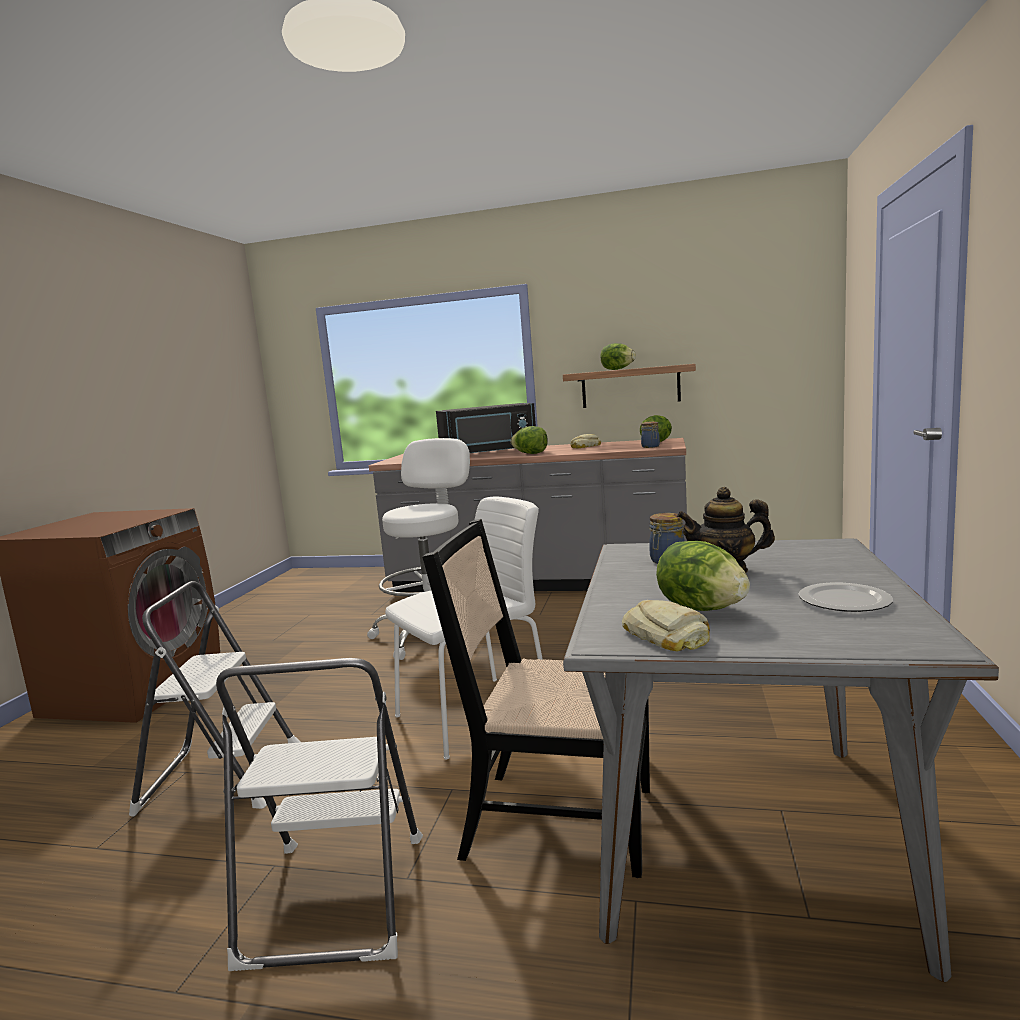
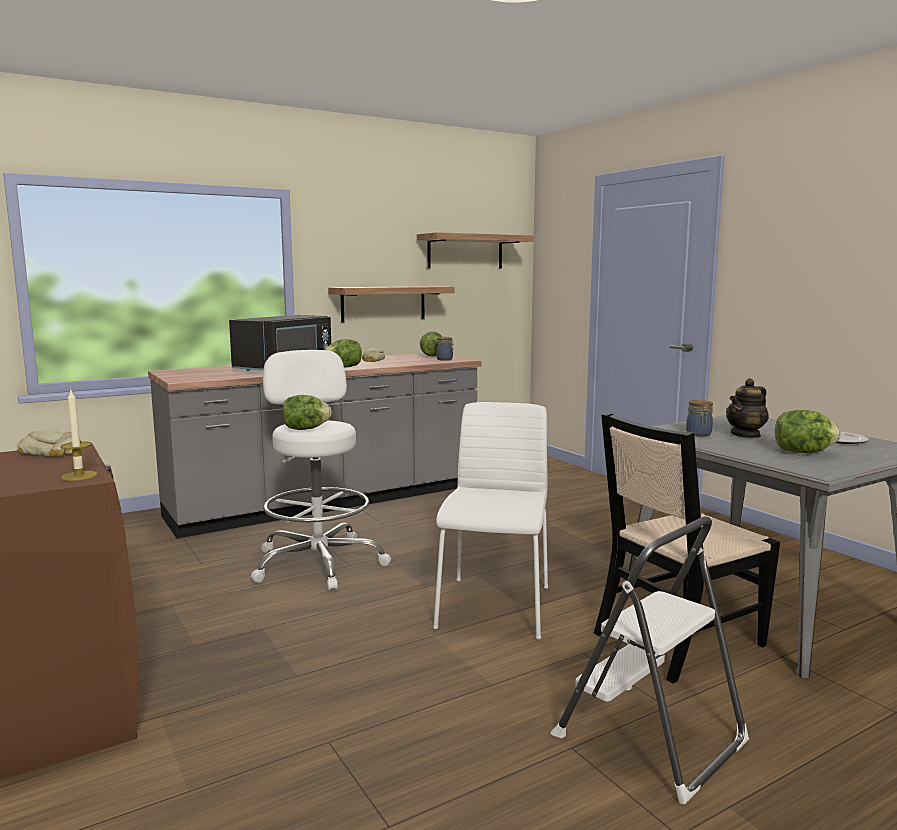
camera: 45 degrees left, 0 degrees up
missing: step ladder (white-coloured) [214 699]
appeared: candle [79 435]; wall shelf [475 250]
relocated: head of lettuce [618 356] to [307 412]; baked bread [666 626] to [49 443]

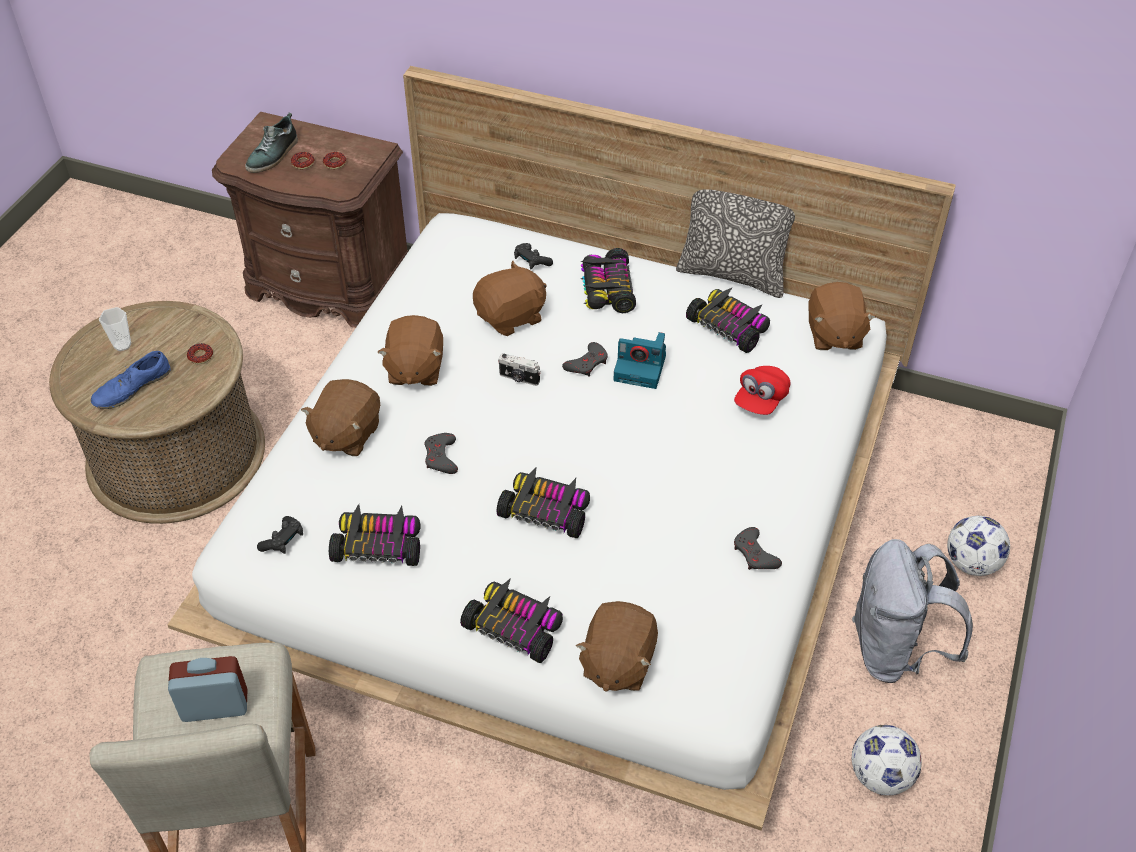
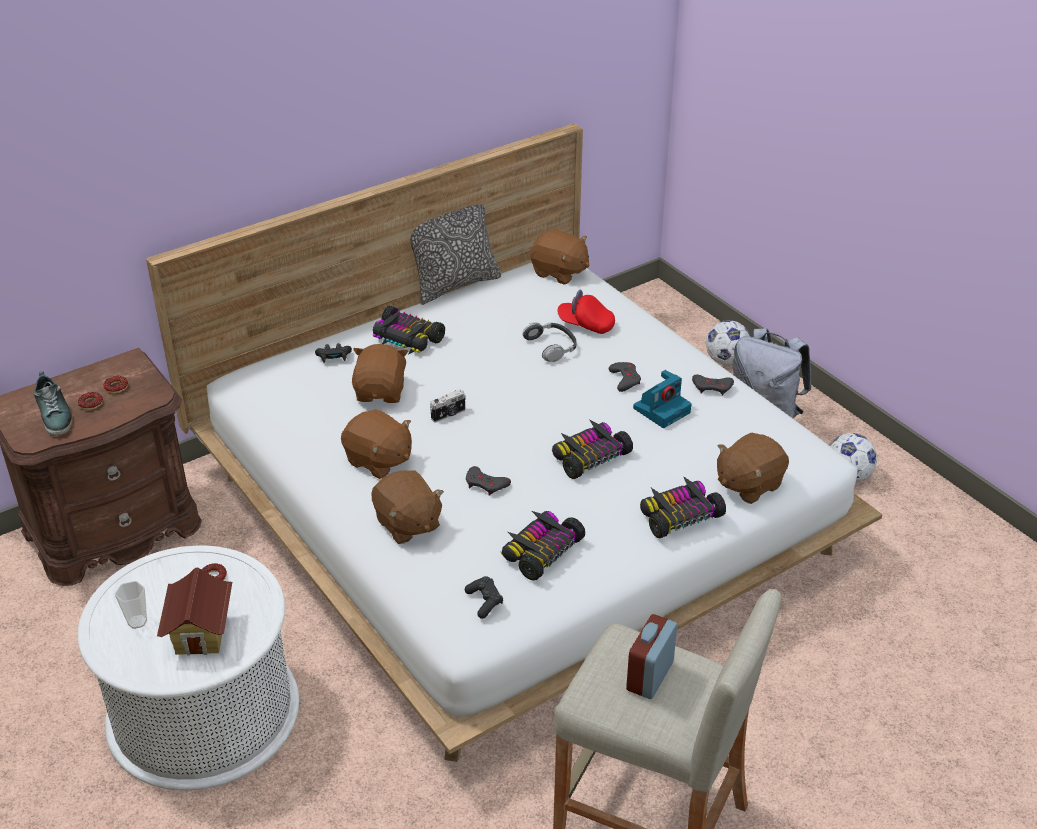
camera: 55 degrees left, 10 degrees down
missing: miniature car [728 320]
appeared: headphones [549 342]
relocated: game controller (greyish) [585 359] to [625 377]; photo camera [640 360] to [662 399]
exchanged: low shoe (blue) [131 380] to toy house [194 611]
colour: lounge table (brown-coloured) [157 412] to lounge table (white-coloured) [188 668]
spun: cuddly toy (brown-coloured) [617 646] = [753 468] 90 degrees clockwise; peaked cap (red) [762 390] = [586 312] 135 degrees clockwise

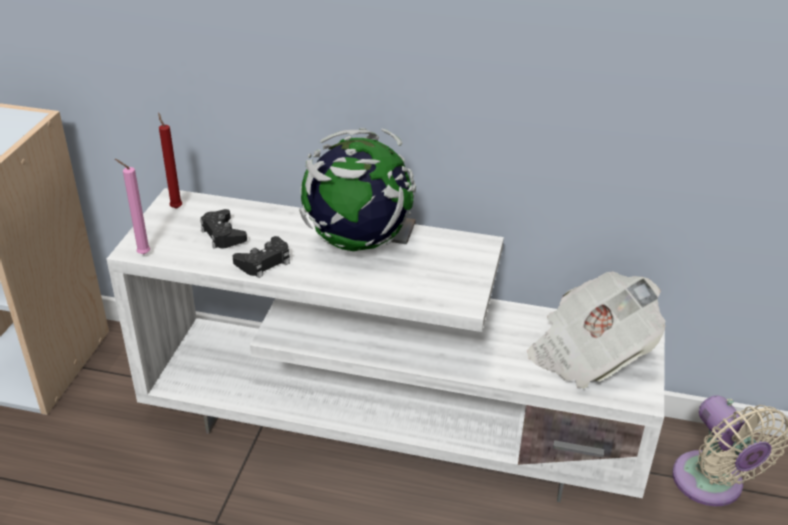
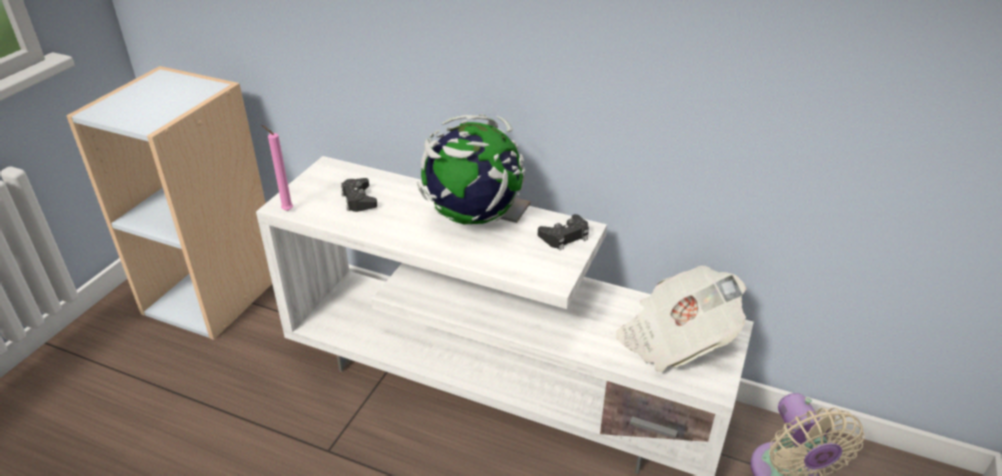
camera: 10 degrees right, 0 degrees up
missing: candle (red) [170 161]
relocated: game controller (blackish) [261 257] to [563 232]

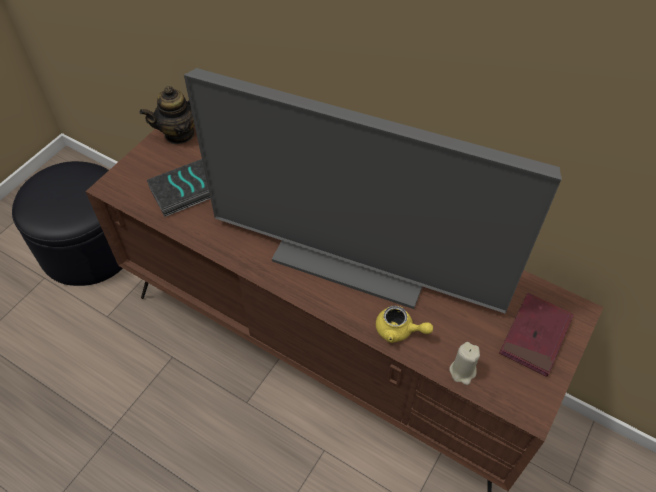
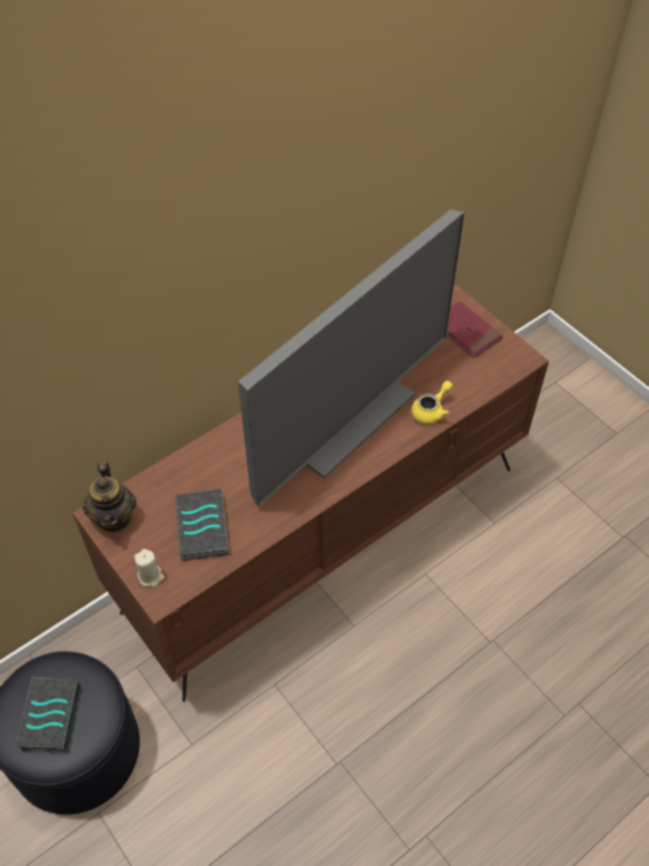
camera: 70 degrees left, 0 degrees up
appeared: bound book [47 714]
relocated: candle (beige) [464 363] to [149 568]

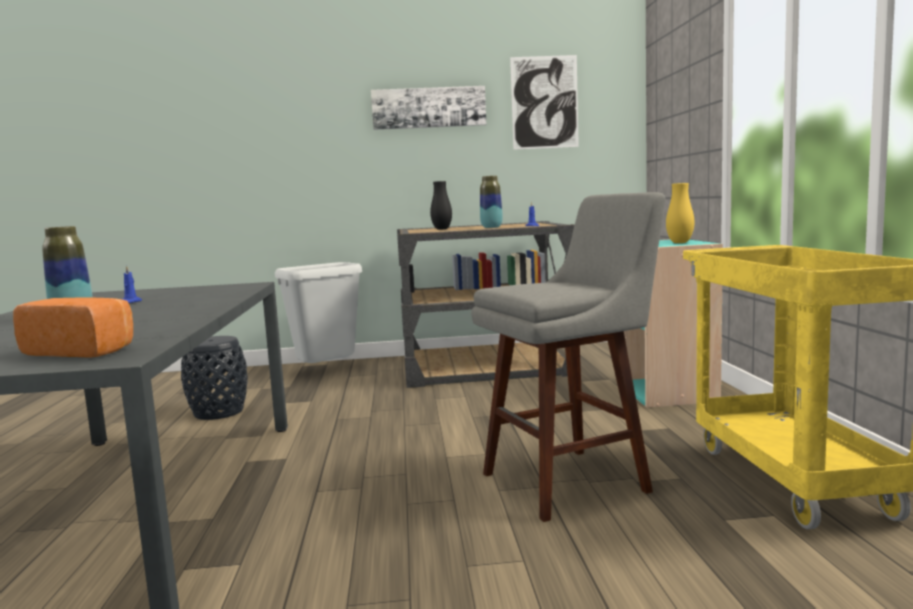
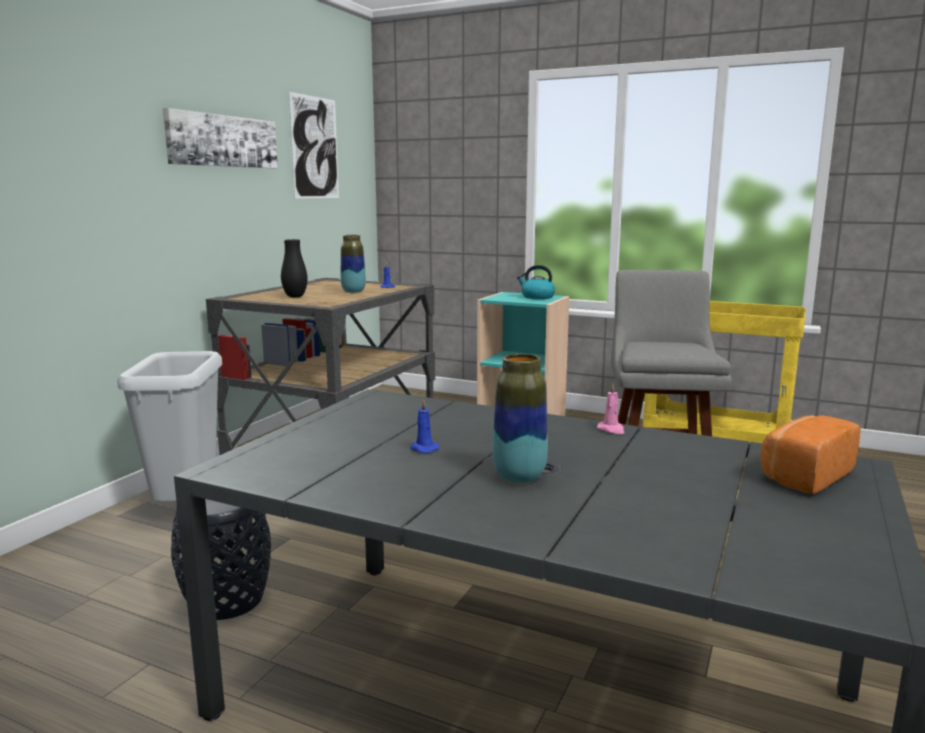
camera: 60 degrees left, 5 degrees up
appeared: candle (pink-coloured) [610 408]
exchanged: vase (yellowish) [680 213] to kettle [536 282]

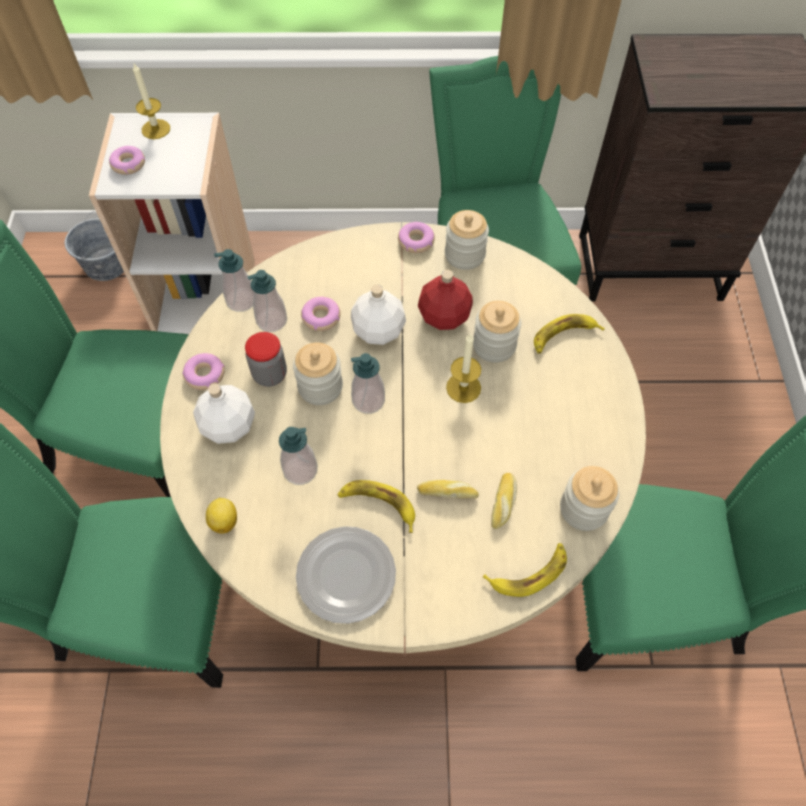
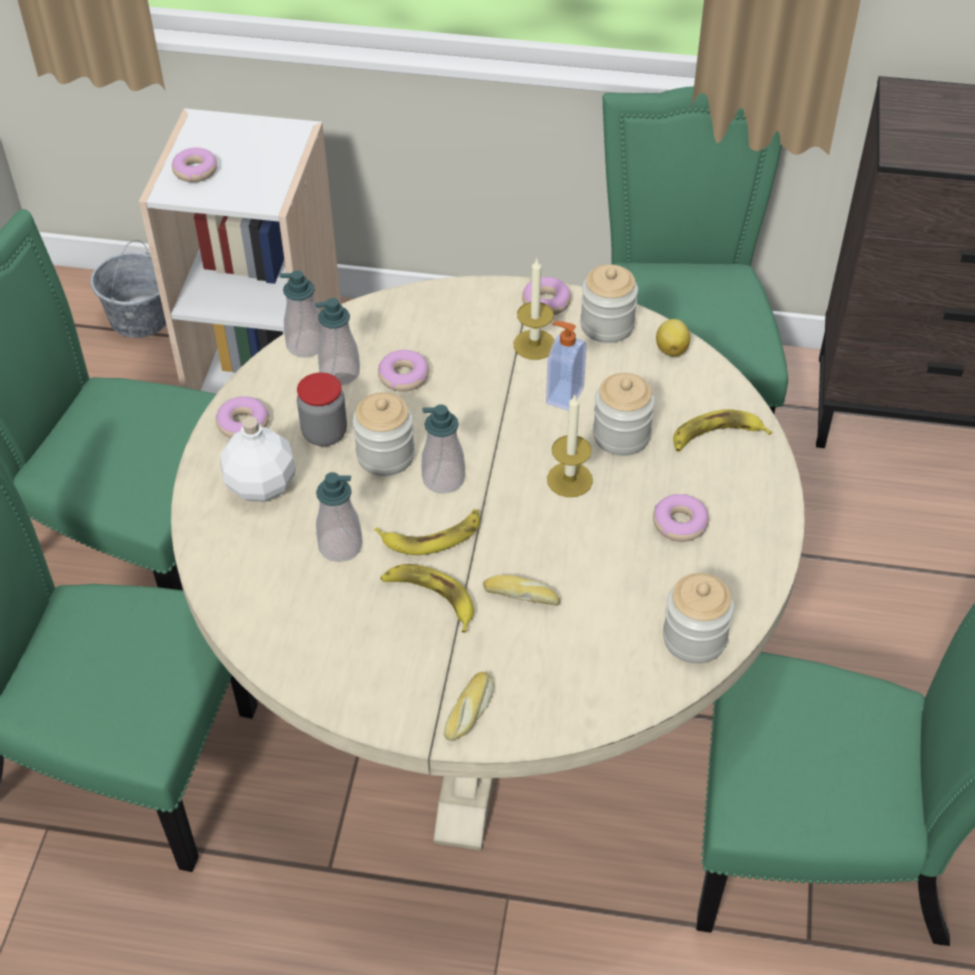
camera: 10 degrees right, 10 degrees down
missing: flat dish [346 575]; beverage bottle (white-coloured) [378 314]
appeared: donut [681 518]
relocated: candle [151 101] to [534 309]; lemon [221 516] to [673 338]; banana fruit [525 570] to [427 532]; baked bread [504 501] to [469 706]
exchanged: beverage bottle (red) [445 300] to liquid soap bottle [566 366]

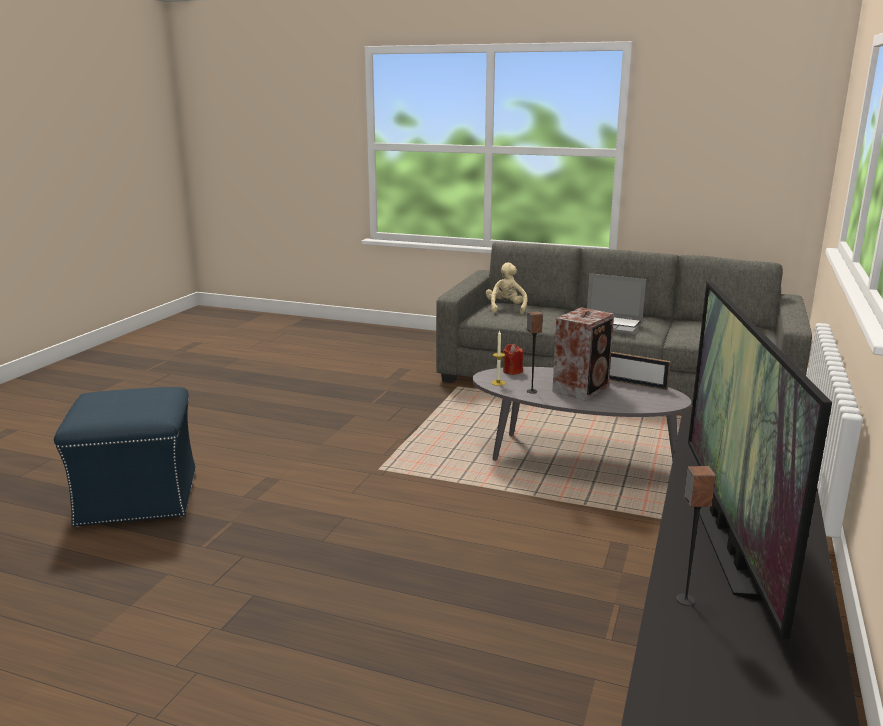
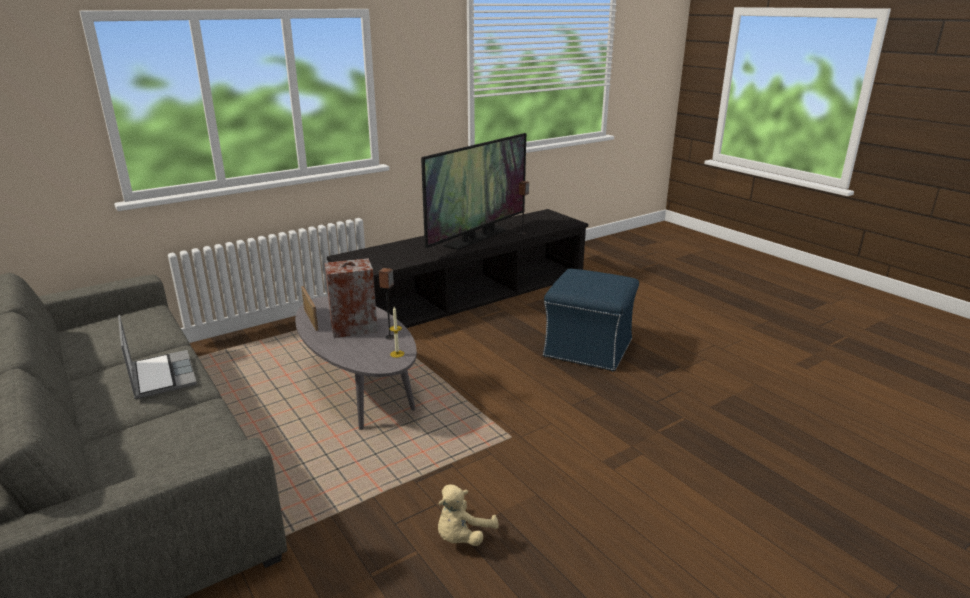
camera: 145 degrees left, 5 degrees up
missing: candle (red) [512 359]
relocated: ottoman (blue) [125 457] to [591 320]; cuddly toy (beige) [506 288] to [468 515]

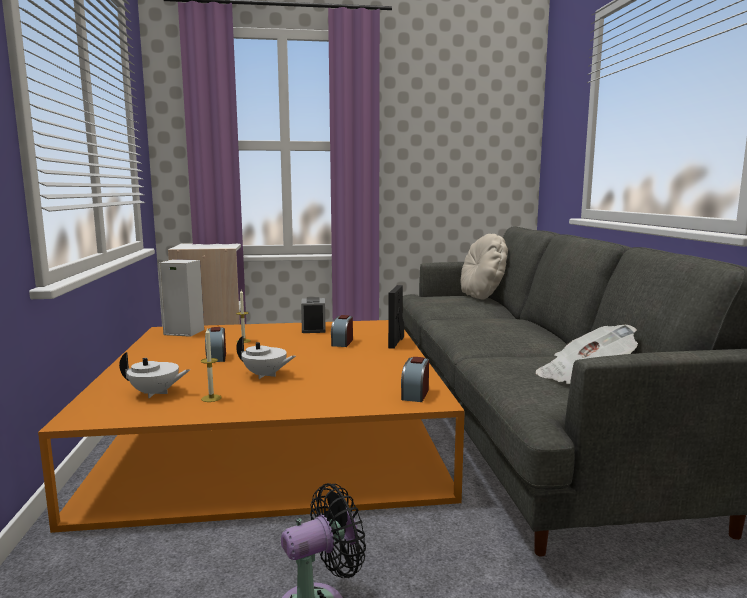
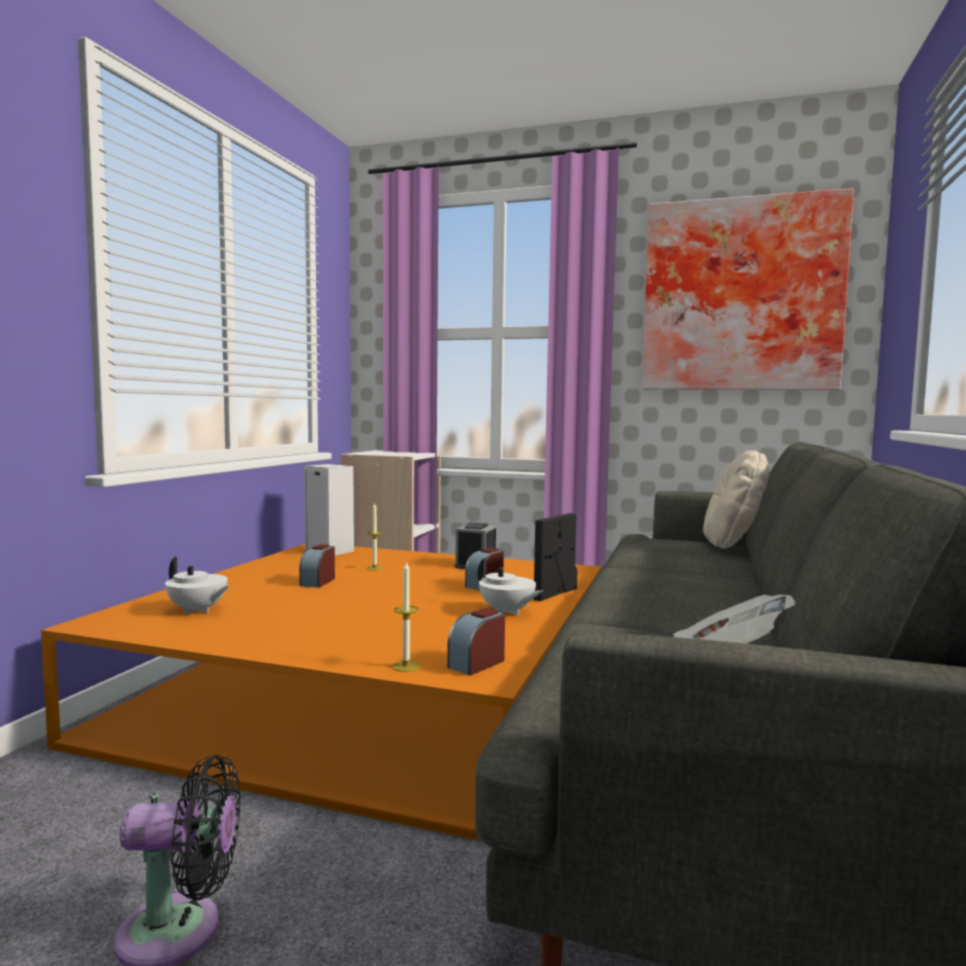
camera: 25 degrees right, 5 degrees down
appeared: picture [748 289]
relocated: candle [211 365] to [406 616]; teapot (white-coloured) [266 357] to [510 586]

